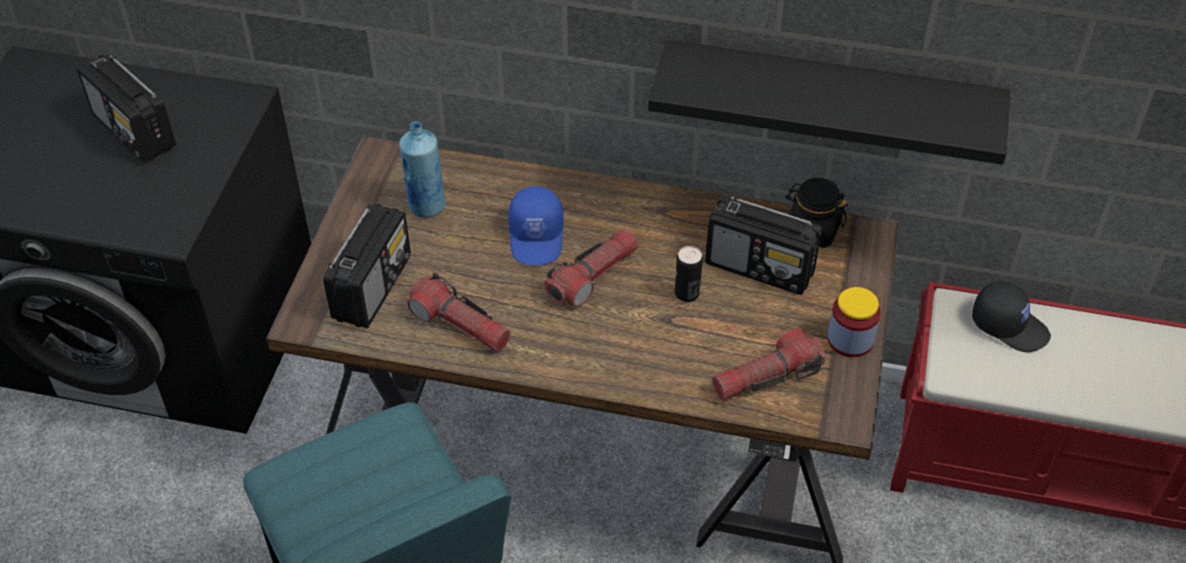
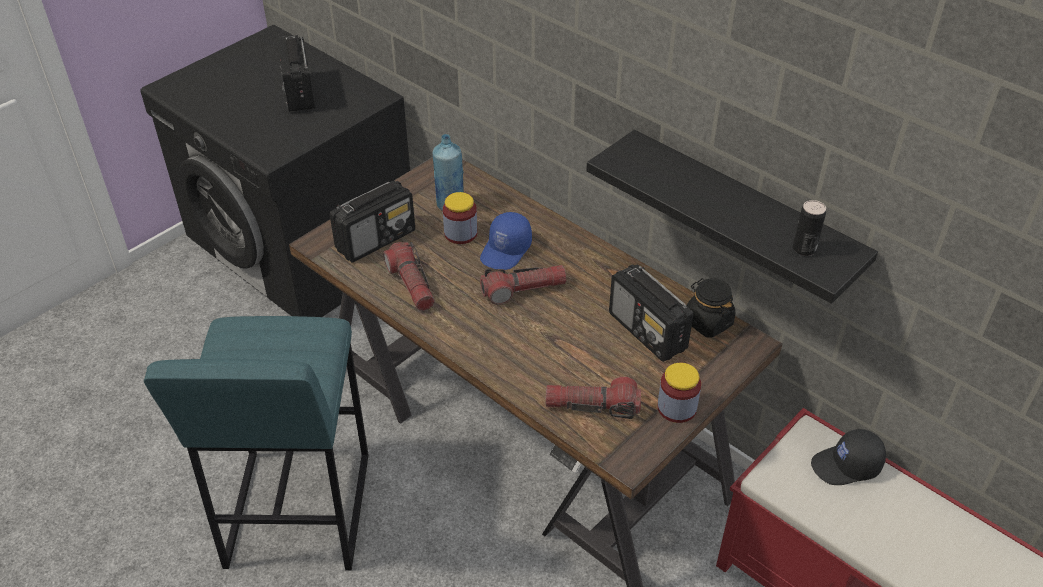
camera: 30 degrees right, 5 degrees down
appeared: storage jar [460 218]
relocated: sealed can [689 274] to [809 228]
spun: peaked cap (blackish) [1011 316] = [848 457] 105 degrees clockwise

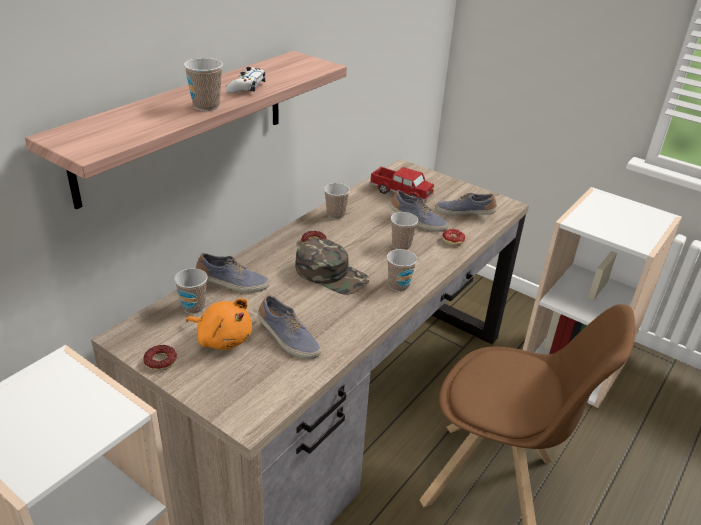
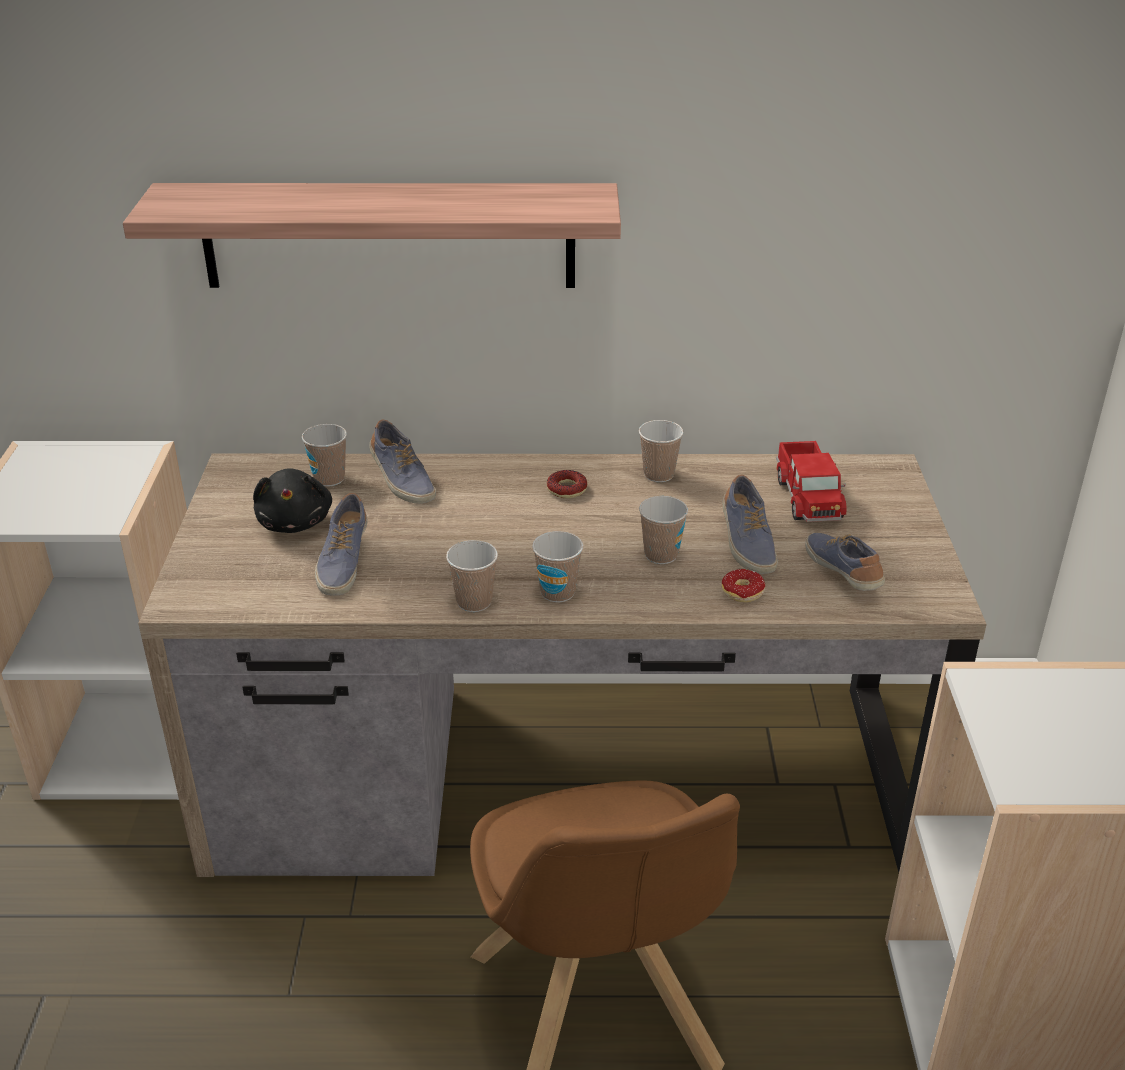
camera: 55 degrees right, 0 degrees up
missing: donut [160 358]; game controller (white-coloured) [245 80]; peaked cap (green) [332 266]
relocated: drinking cup [203 84] to [472 576]
colour: cuddly toy (orange) [219 324] to cuddly toy (blackish) [292 500]

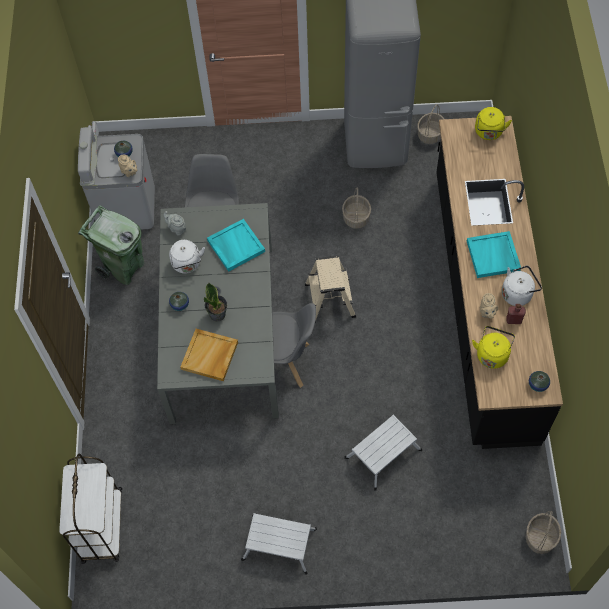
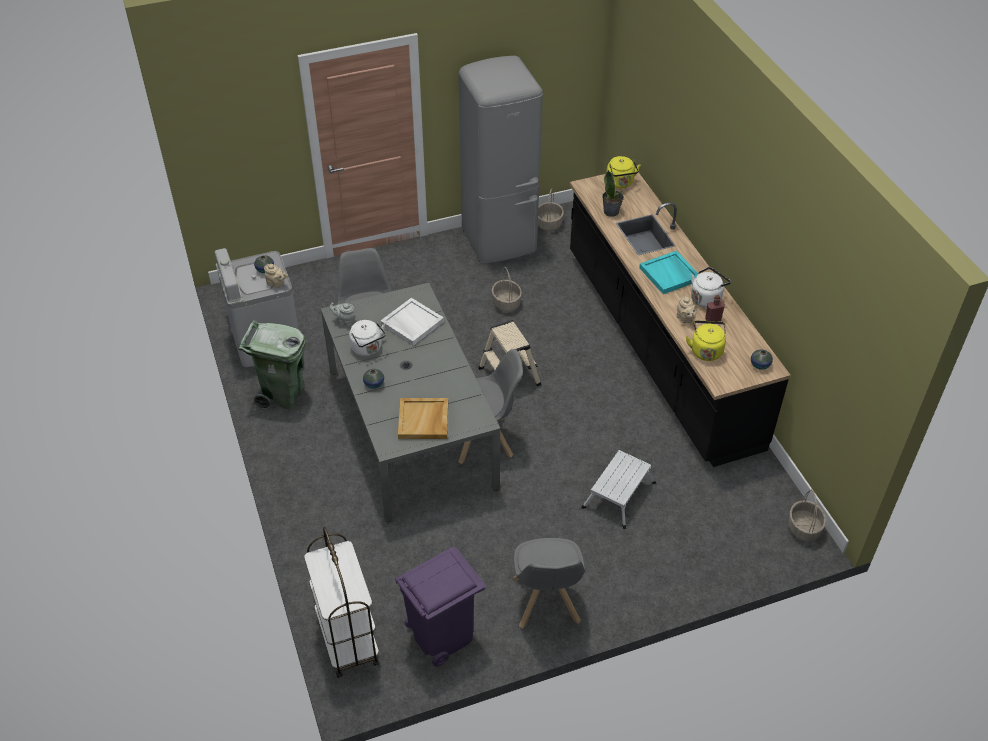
camera: 20 degrees left, 15 degrees down
appeared: waste bin (purple) [440 606]
relocated: potted plant [215 302] to [613 193]
exchanged: step ladder (white-coloured) [279 544] to plain chair (greyish) [548 583]
colour: carrying tray (blue-green) [236 245] to carrying tray (white-coloured) [412 322]

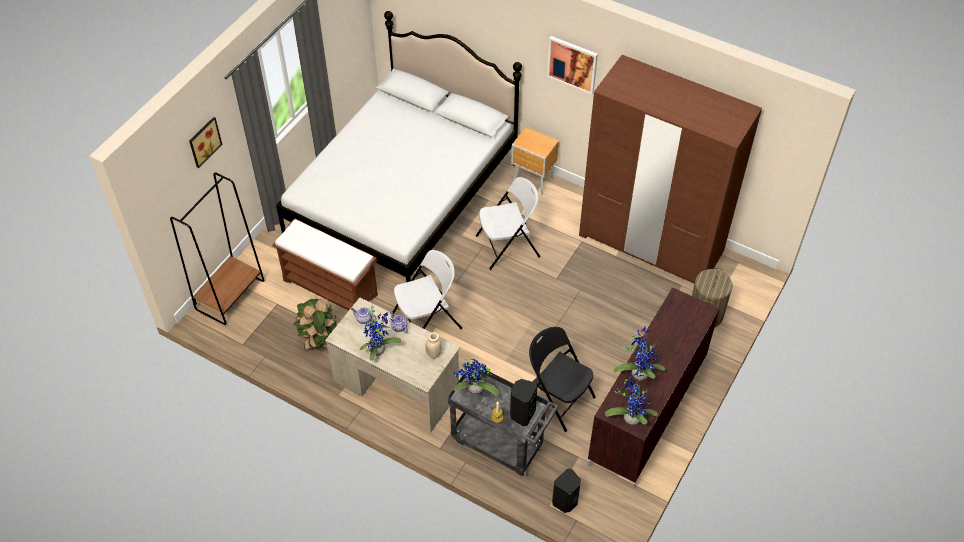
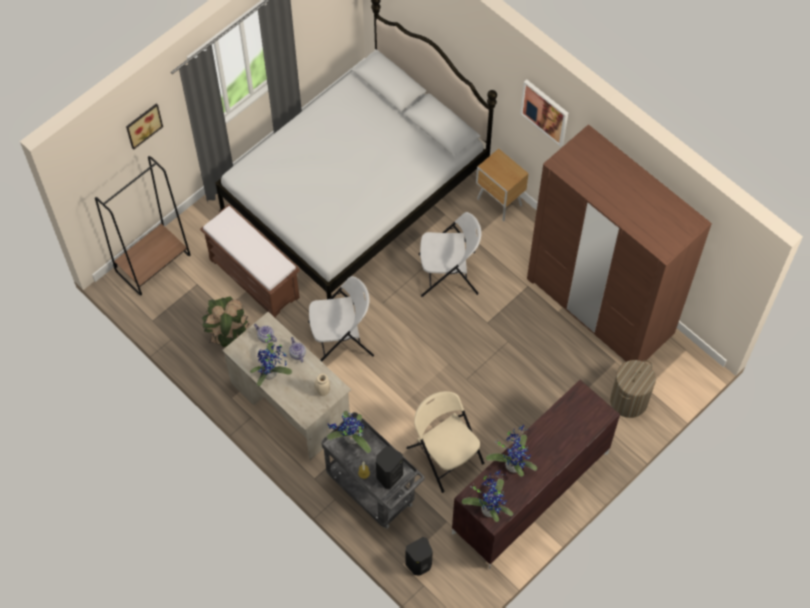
camera: 15 degrees right, 10 degrees up
colour: plain chair (blackish) [562 379] to plain chair (beige) [445 442]

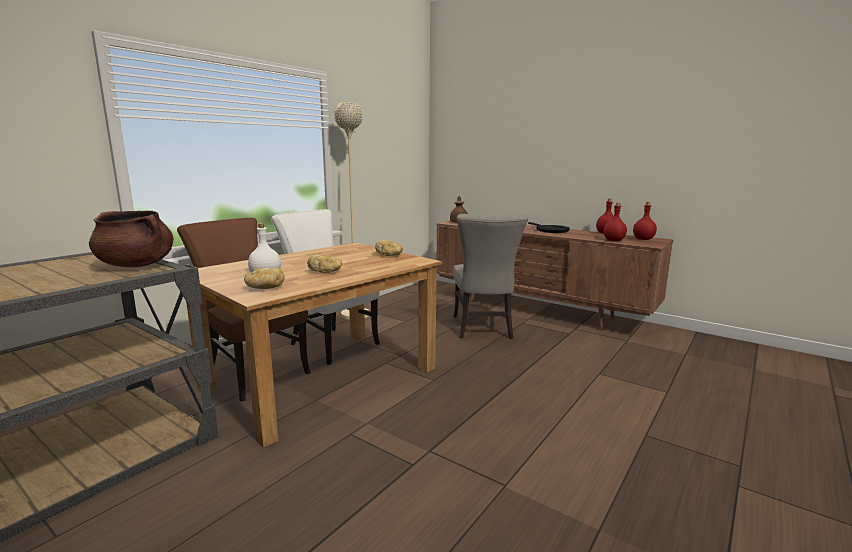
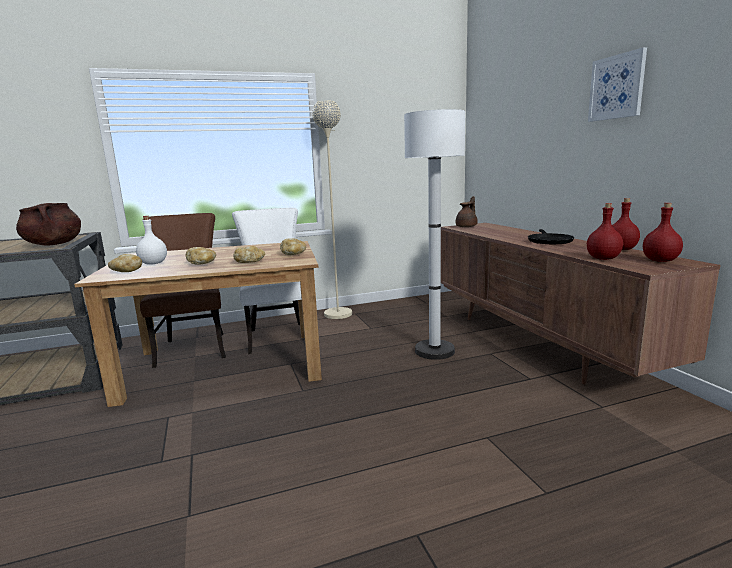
camera: 35 degrees right, 0 degrees up
appeared: baked bread [249 254]; picture [617 84]
exchanged: plain chair (greyish) [490 276] to standing lamp (white-coloured) [434 234]

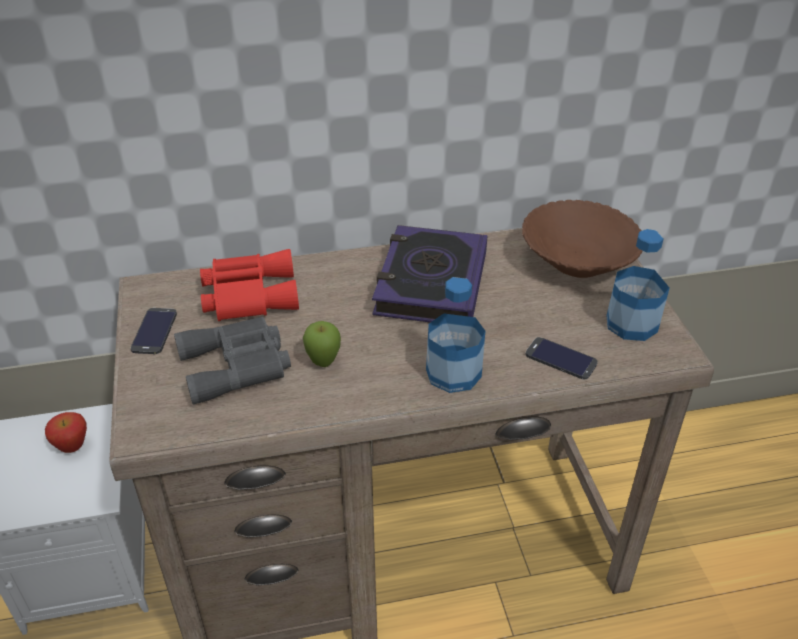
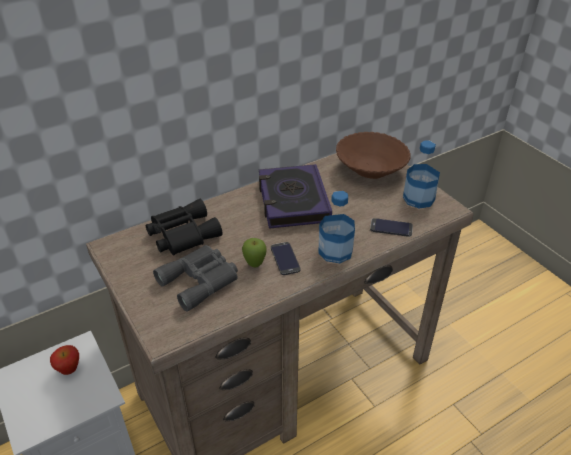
camera: 20 degrees left, 0 degrees up
relocated: telephone [154 331] to [286 258]
colour: pair of binoculars (red) [249 285] to pair of binoculars (blackish) [184 227]

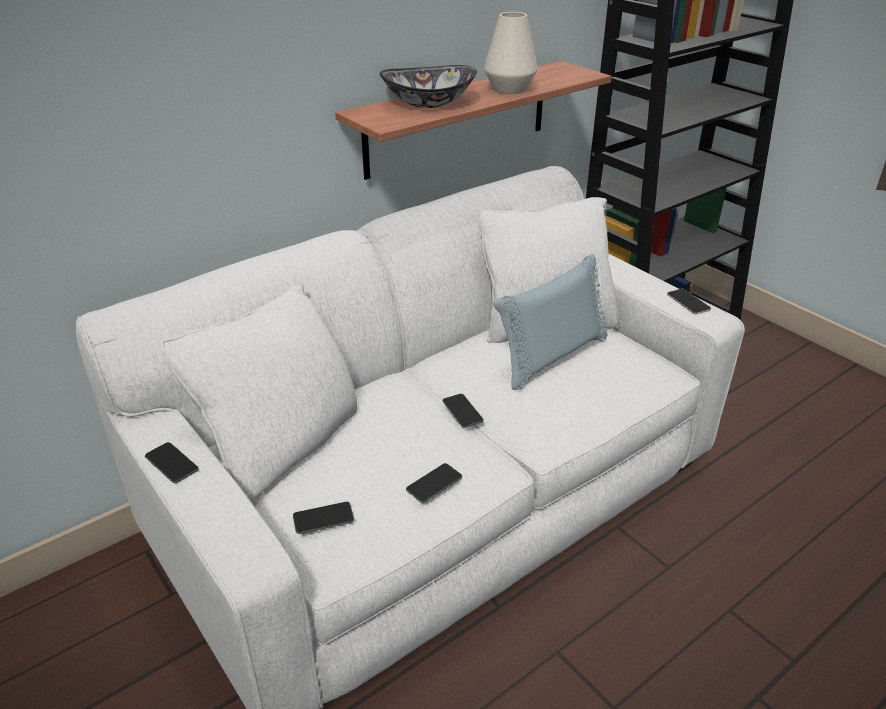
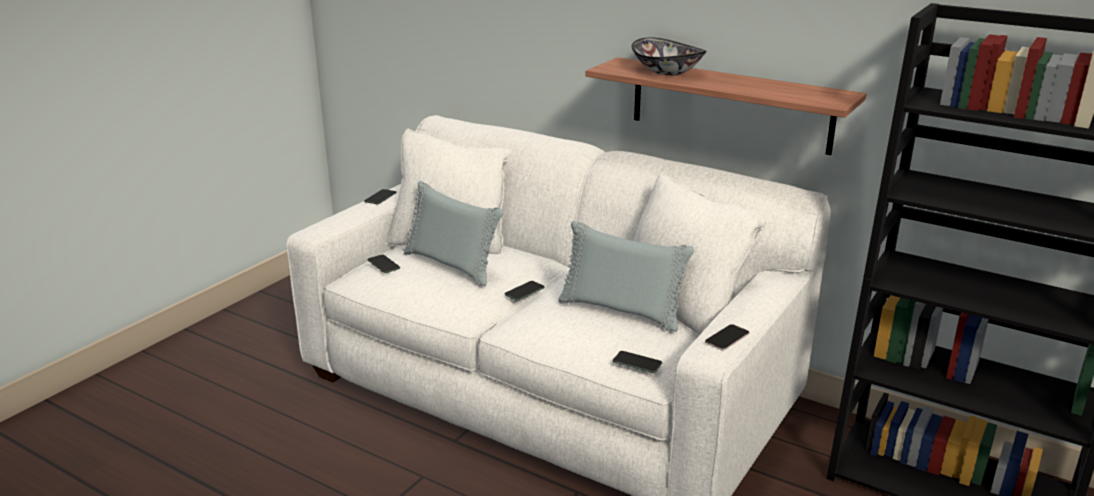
camera: 70 degrees right, 10 degrees down
missing: vase (white-coloured) [511 53]
appeared: pillow (blue) [452 233]
relocated: telephone [434 483] to [637 362]

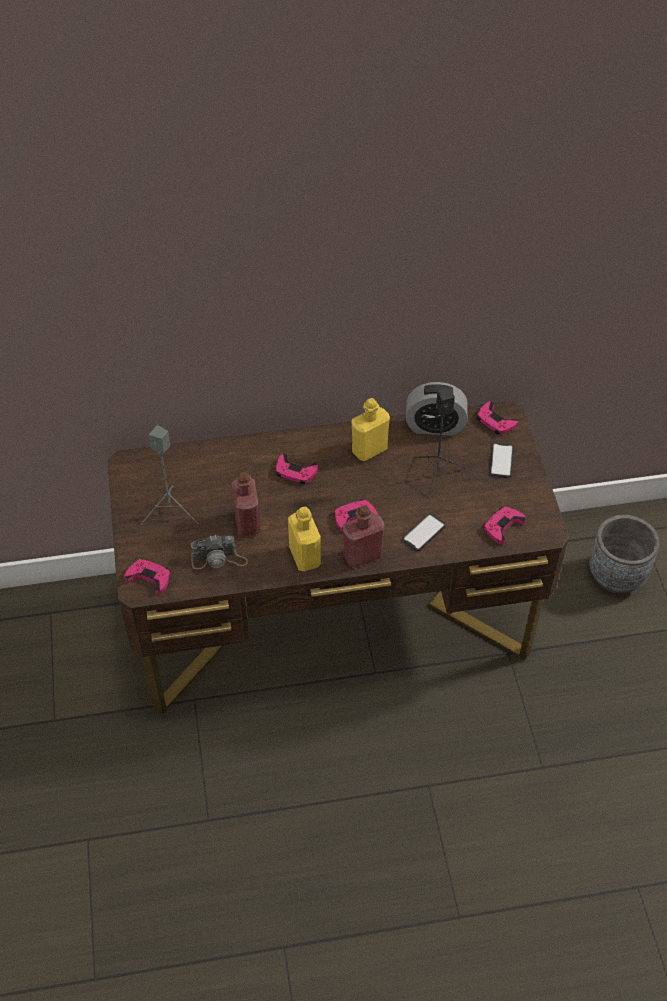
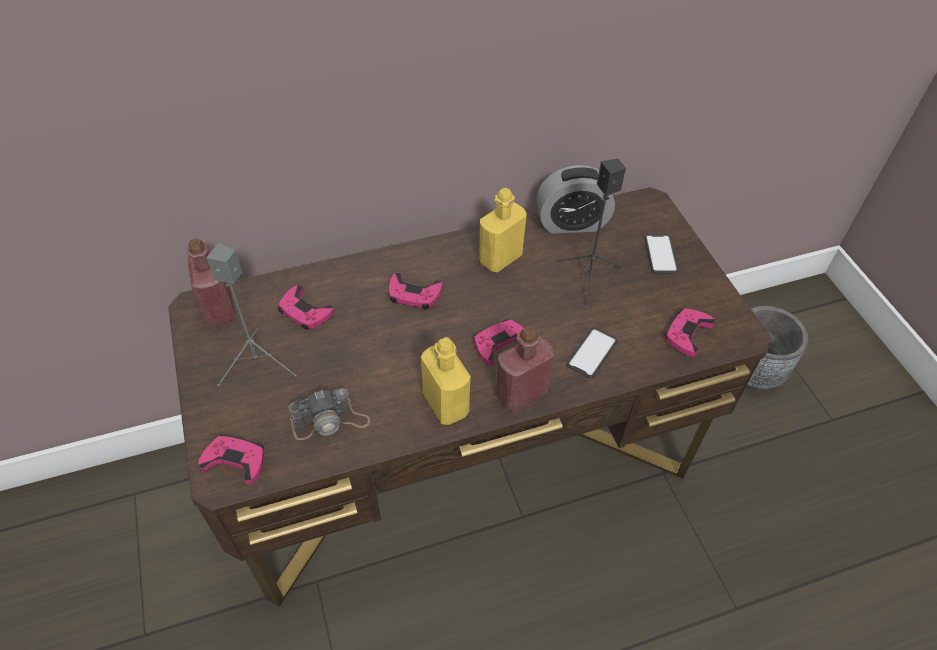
camera: 10 degrees left, 0 degrees up
relocated: beverage bottle (red) [246 504] to [211 281]; game controller (pink-coloured) [497 418] to [306 307]

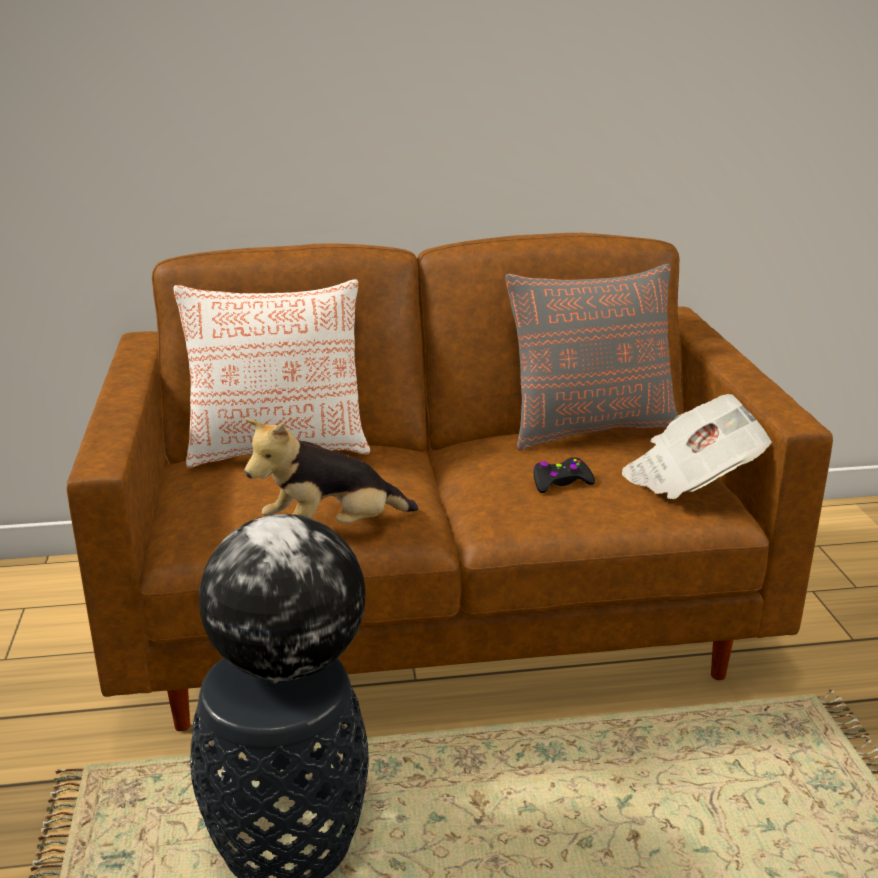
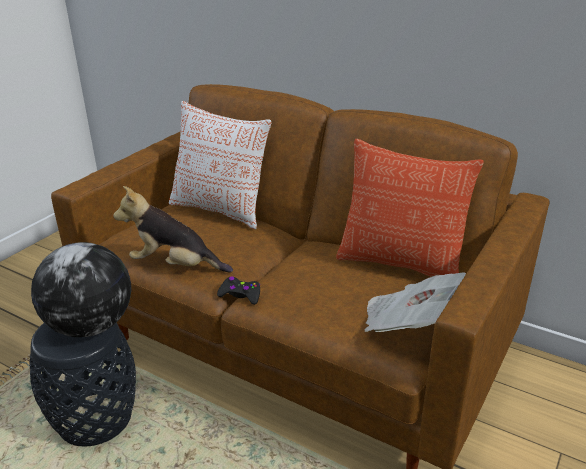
camera: 40 degrees right, 5 degrees up
relocated: game controller (blackish) [564 475] to [238 290]
colour: pillow (greyish) [591 357] to pillow (orange) [410 208]

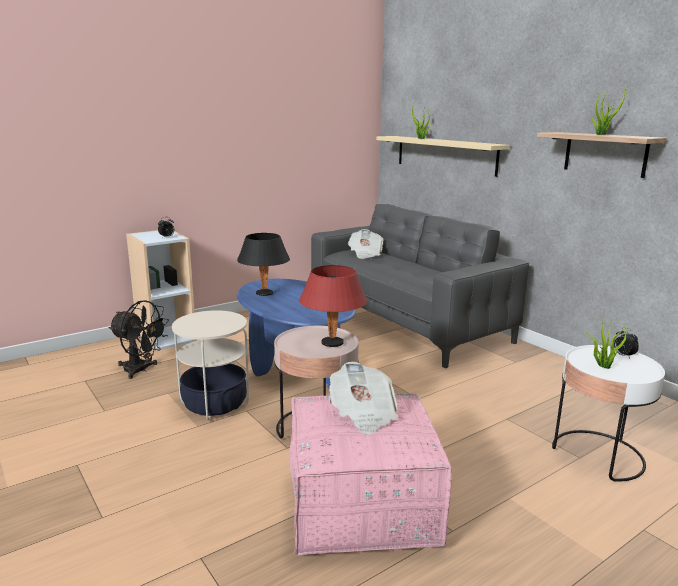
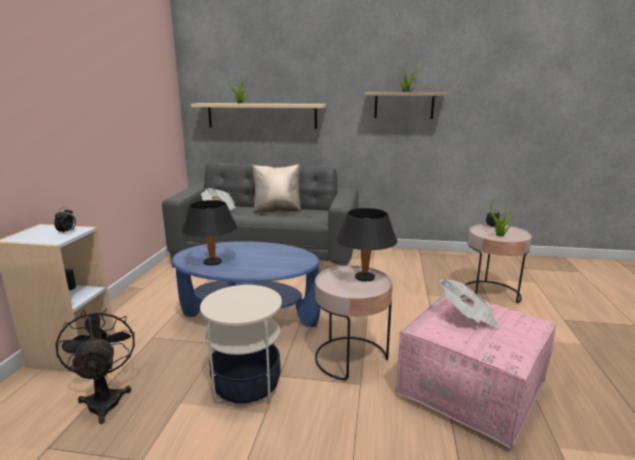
camera: 45 degrees left, 0 degrees up
appeared: pillow (beige) [276 188]
colour: tabletop lamp (red) [333 306] to tabletop lamp (blackish) [366 244]; end table (white-coloured) [608 413] to end table (pink-coloured) [498 263]
spun: fan (blackish) [138 339] = [95 365] 90 degrees counterclockwise

